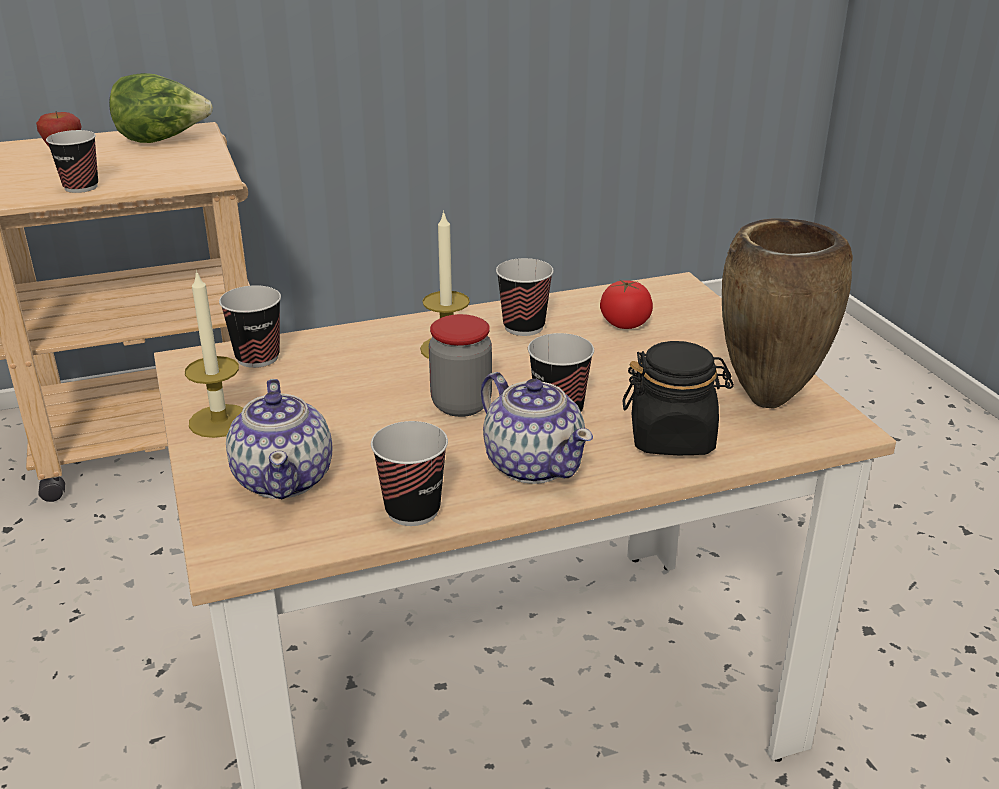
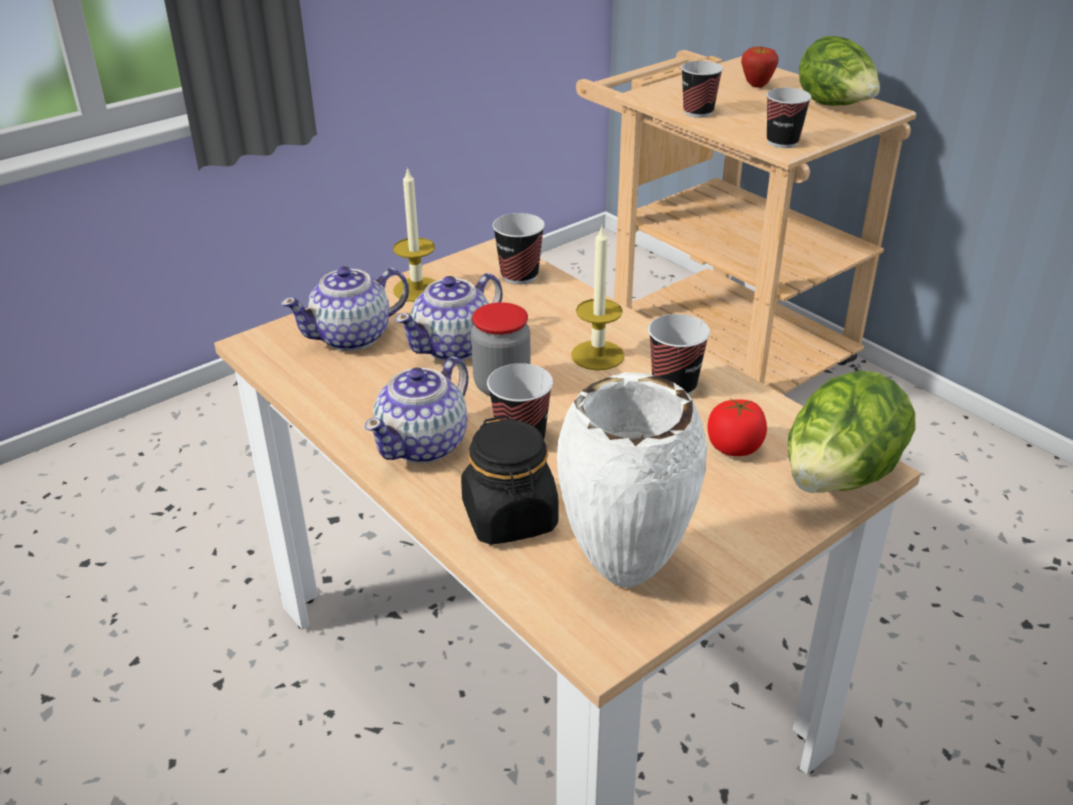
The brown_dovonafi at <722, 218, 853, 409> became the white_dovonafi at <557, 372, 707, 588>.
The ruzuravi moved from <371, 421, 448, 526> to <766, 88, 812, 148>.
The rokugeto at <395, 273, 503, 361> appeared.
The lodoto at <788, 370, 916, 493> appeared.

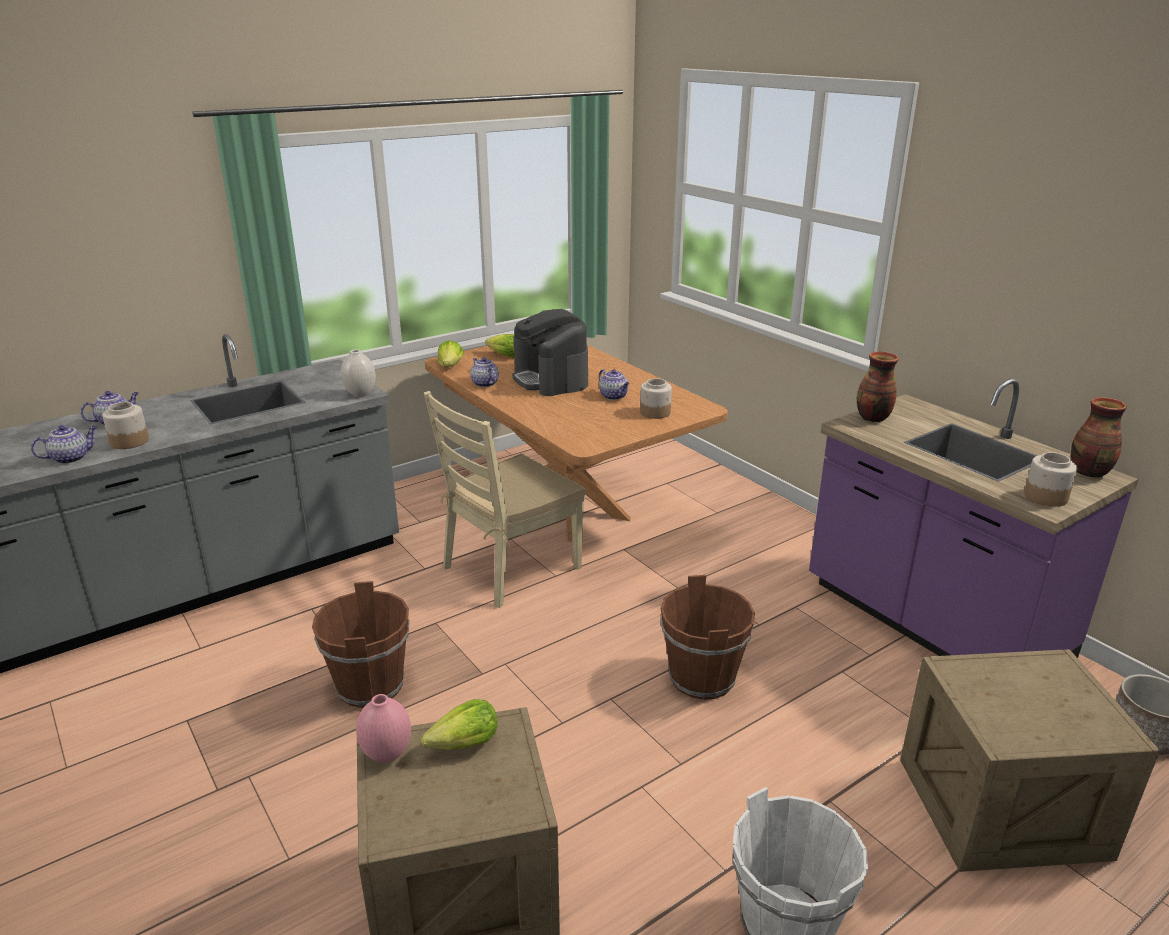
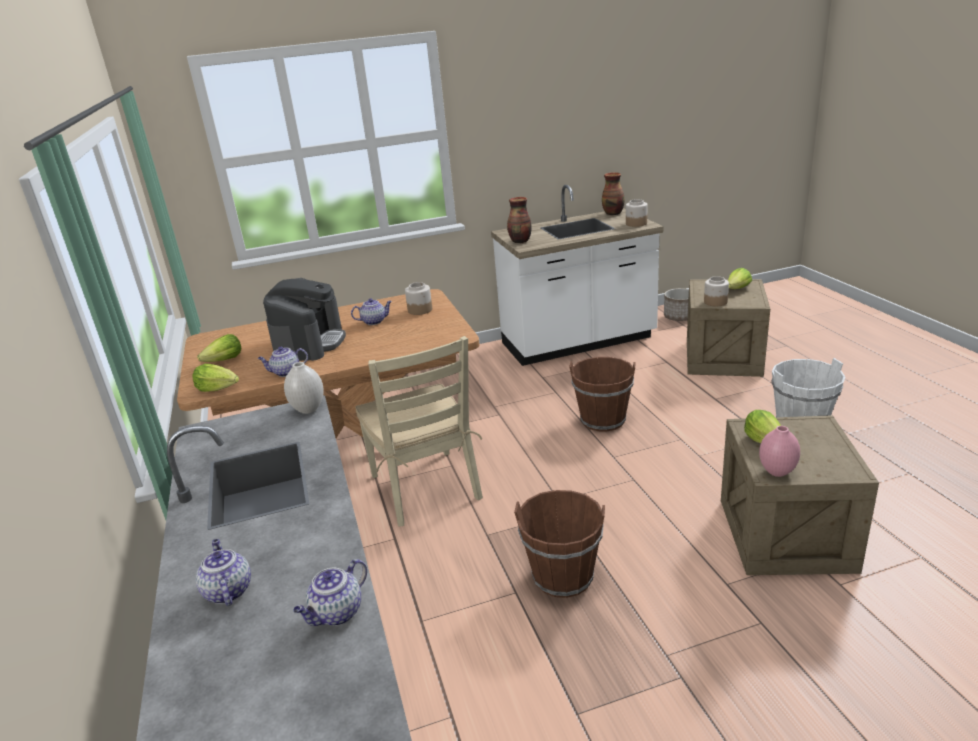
The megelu at <512, 309, 588, 396> turned 75 degrees counterclockwise.
The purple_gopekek at <809, 379, 1139, 658> became the white_gopekek at <491, 185, 663, 366>.
The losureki moved from <102, 402, 149, 449> to <704, 276, 729, 306>.
The rokugeto at <31, 425, 97, 464> turned 120 degrees counterclockwise.
The lodoto at <728, 268, 752, 289> appeared.

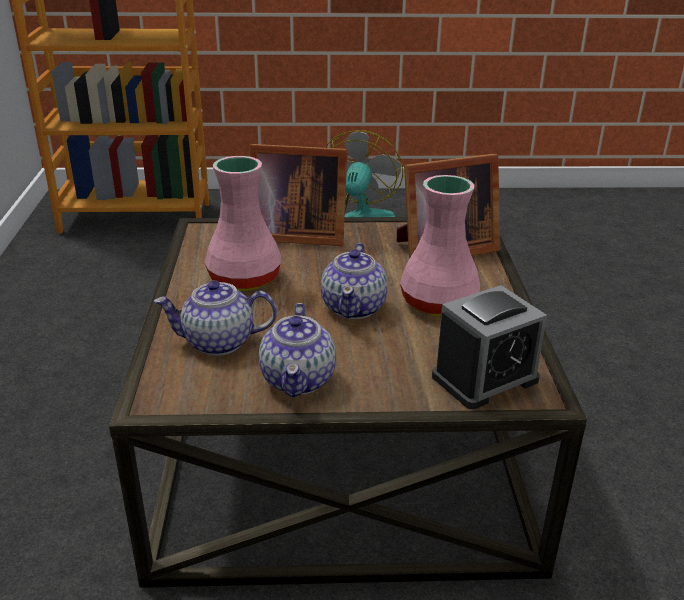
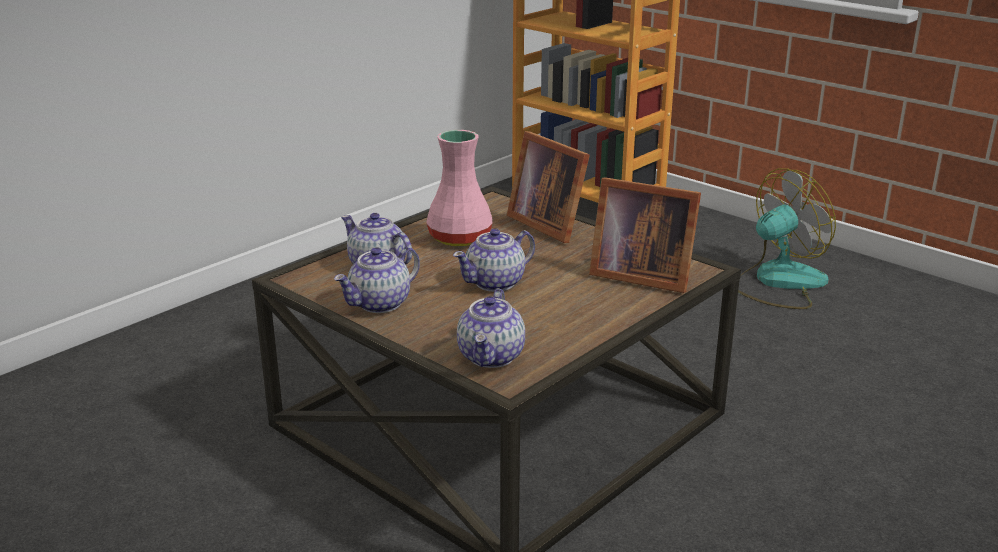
The pink_dovonafi at <400, 175, 480, 317> disappeared.
The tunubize at <432, 285, 547, 409> was replaced by the rokugeto at <457, 289, 525, 368>.

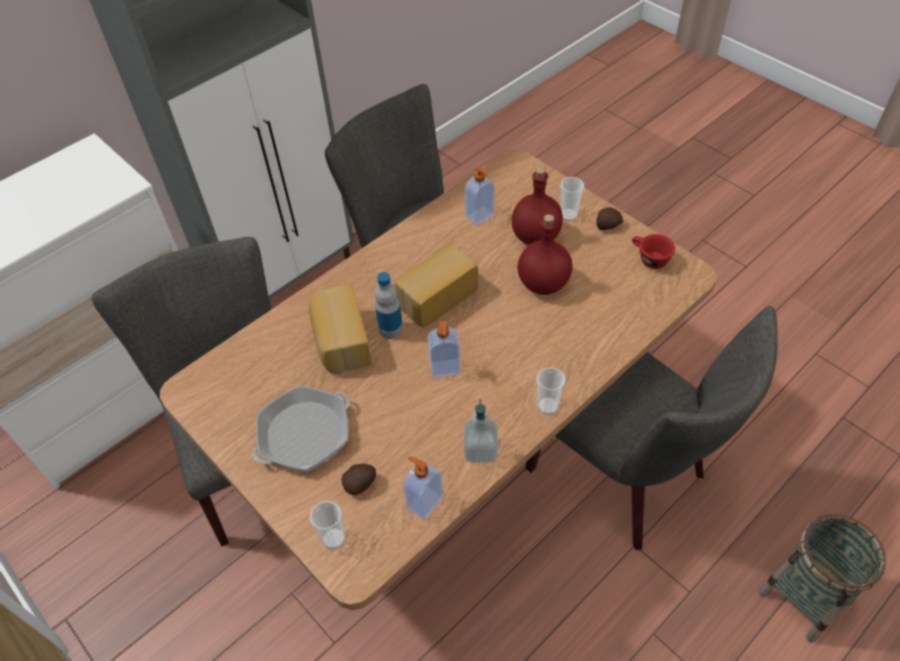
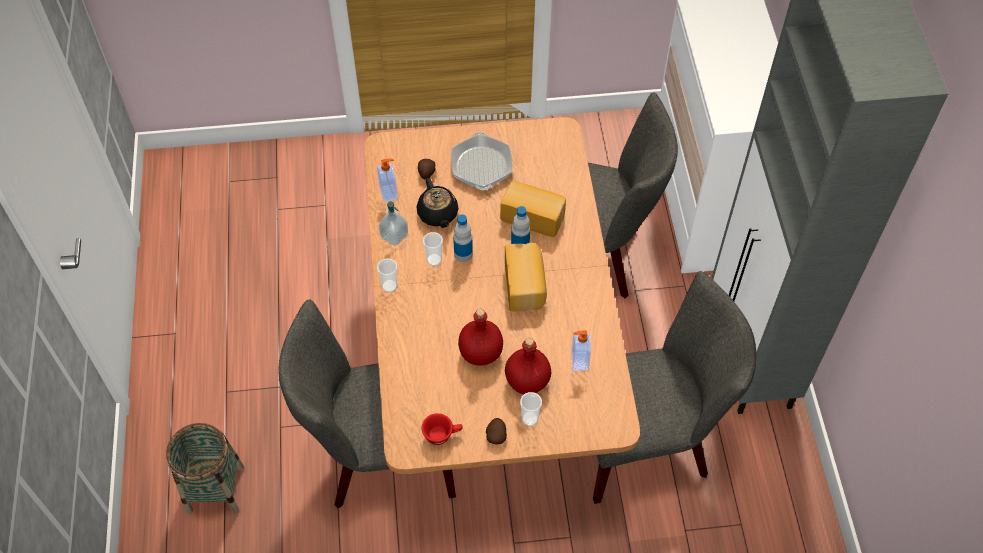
The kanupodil at <428, 320, 461, 378> was replaced by the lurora at <453, 215, 473, 262>.
The ruzuravi moved from <310, 501, 345, 550> to <423, 232, 443, 266>.
The black_rokugeto at <417, 178, 459, 228> appeared.

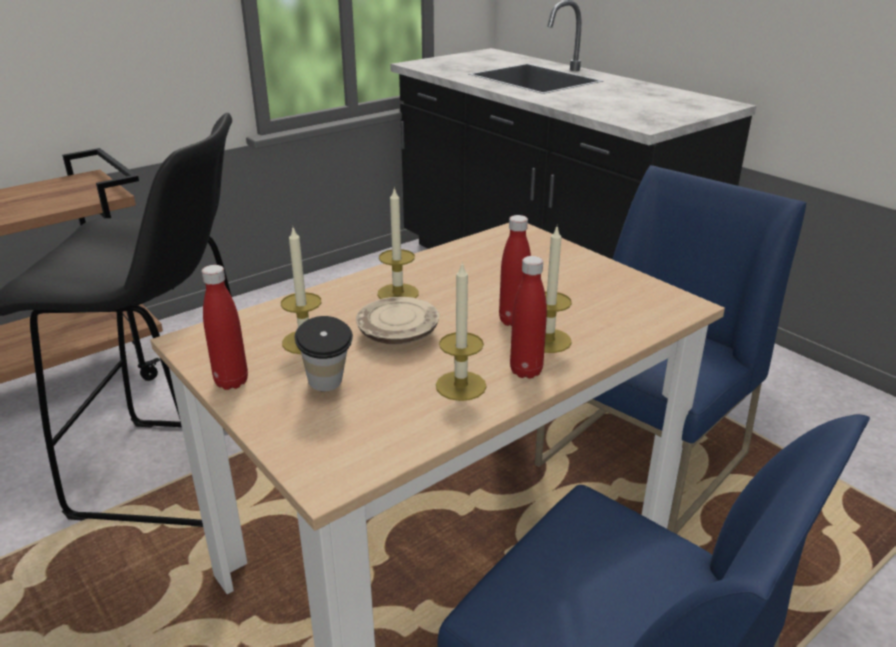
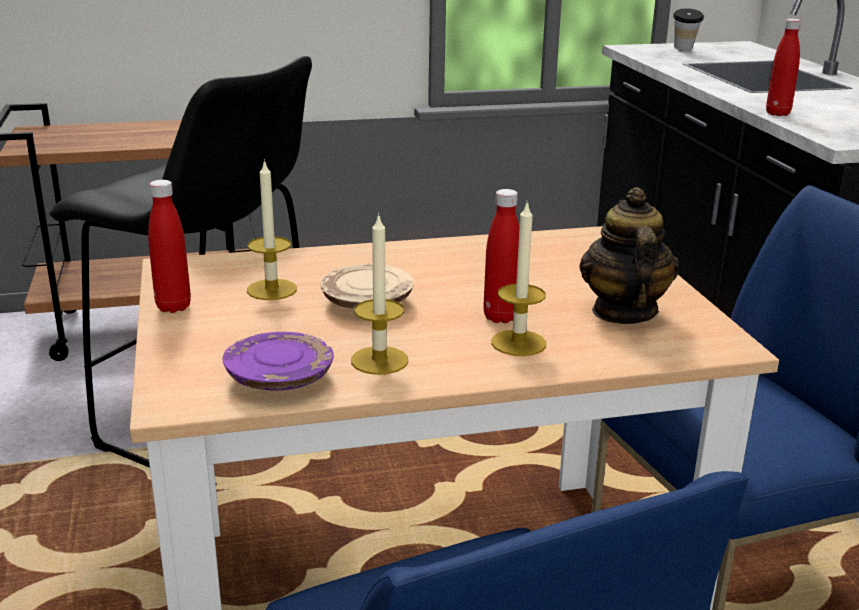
The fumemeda at <378, 187, 419, 299> disappeared.
The red_lurora moved from <510, 256, 547, 379> to <766, 18, 801, 116>.
The ruzuravi moved from <295, 316, 353, 392> to <673, 8, 704, 51>.
The rokugeto at <579, 187, 679, 324> appeared.
The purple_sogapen at <223, 332, 334, 391> appeared.

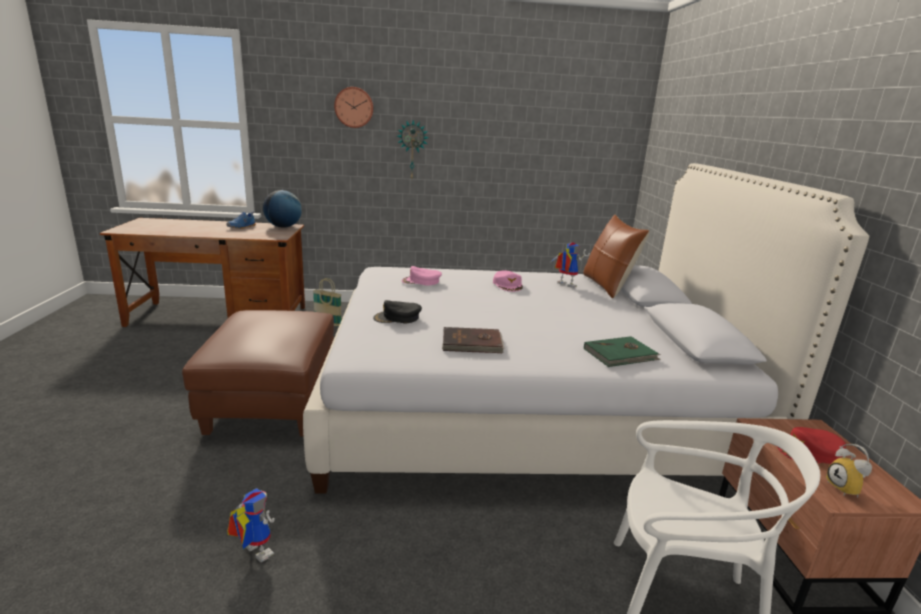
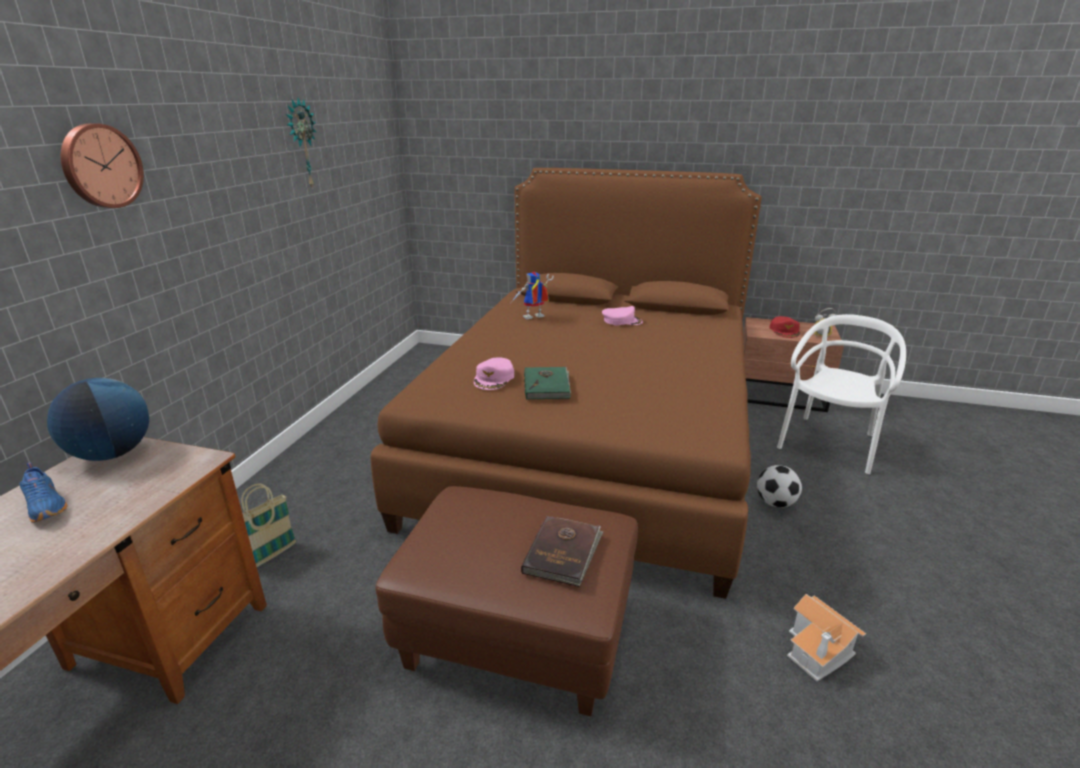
The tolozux moved from <397, 120, 429, 179> to <286, 98, 316, 187>.
The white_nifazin at <303, 163, 869, 494> became the brown_nifazin at <371, 168, 762, 599>.
The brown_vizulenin at <583, 215, 649, 298> disappeared.
The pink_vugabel moved from <493, 271, 523, 292> to <602, 306, 643, 325>.
The black_vugabel at <373, 300, 422, 323> disappeared.
The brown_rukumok moved from <442, 327, 505, 353> to <521, 516, 603, 587>.
The green_rukumok moved from <584, 336, 661, 367> to <524, 367, 571, 400>.
The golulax at <227, 488, 275, 563> was replaced by the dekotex at <787, 594, 866, 681>.
The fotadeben at <757, 465, 802, 508> appeared.

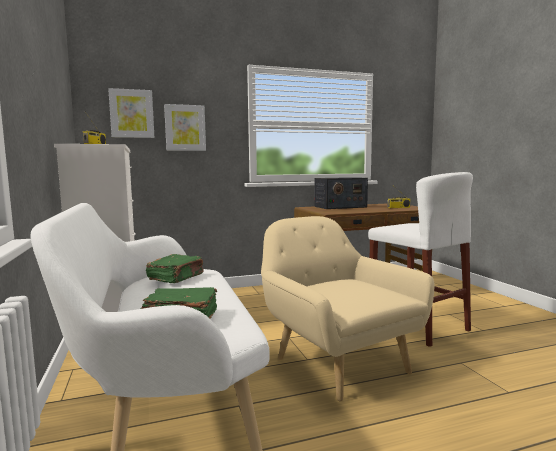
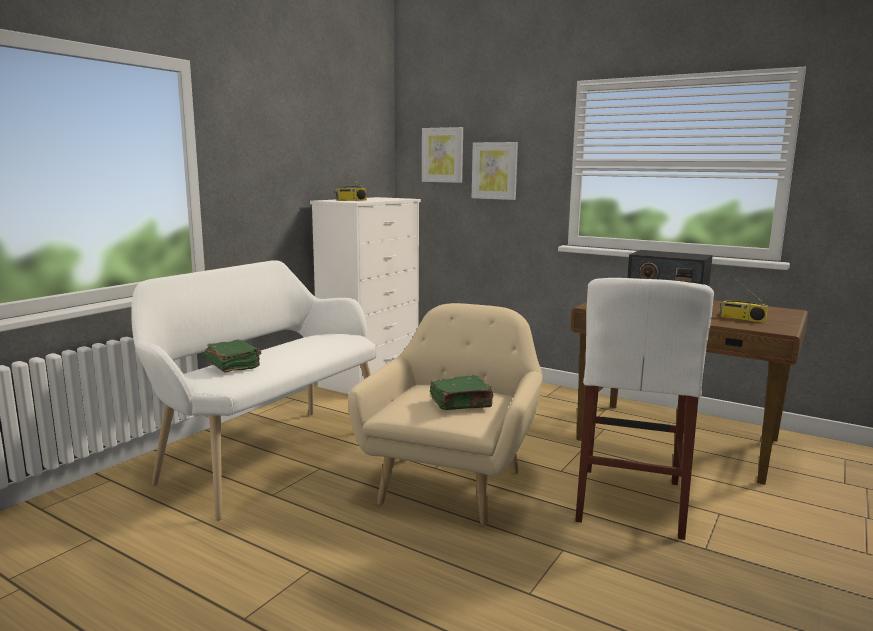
The green_rukumok moved from <146, 254, 204, 283> to <430, 375, 494, 410>.

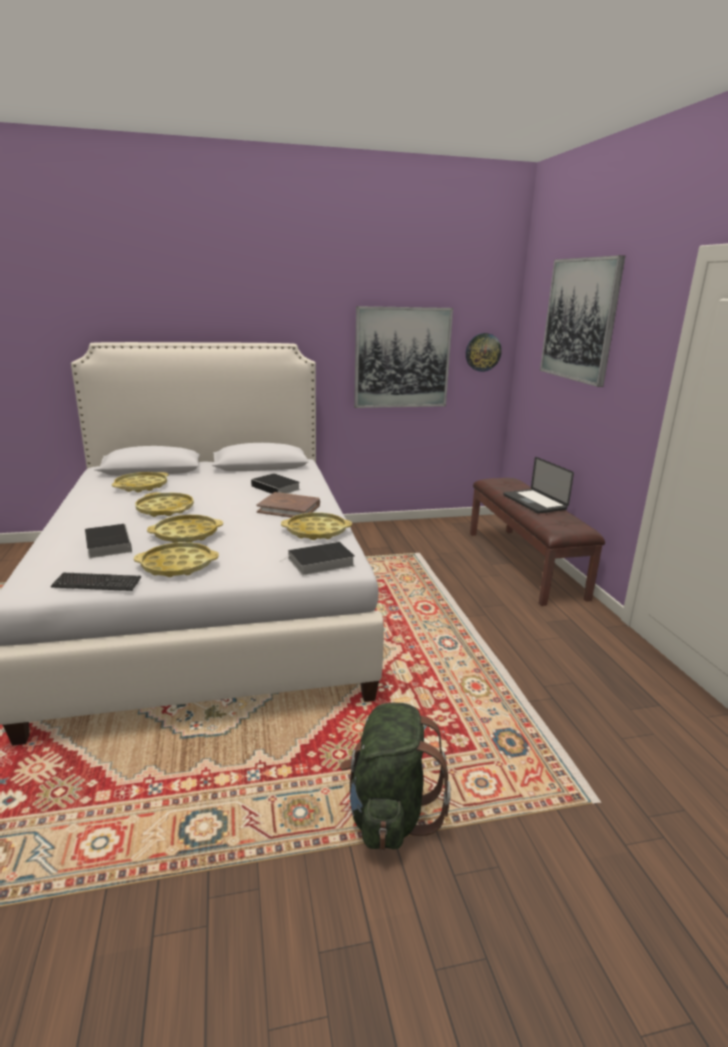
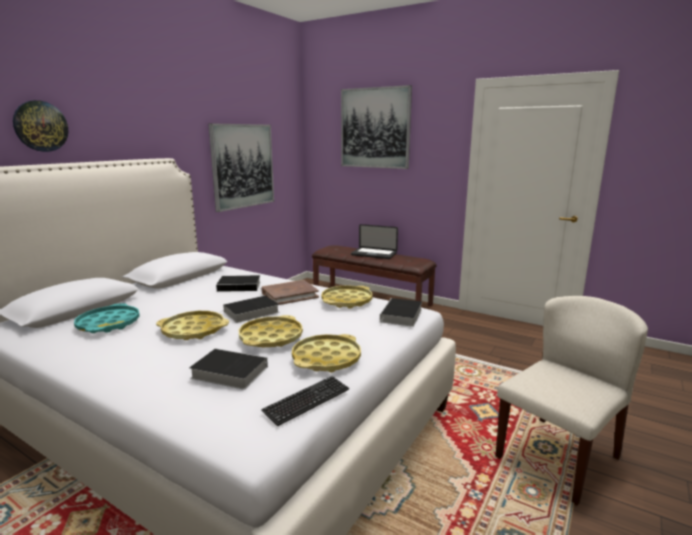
The tolozux moved from <466, 333, 502, 372> to <13, 100, 68, 152>.
The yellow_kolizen at <112, 472, 168, 493> became the turquoise_kolizen at <74, 303, 140, 333>.
The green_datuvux at <340, 703, 451, 850> was replaced by the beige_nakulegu at <496, 296, 648, 506>.
The rukumok at <220, 296, 279, 323> appeared.

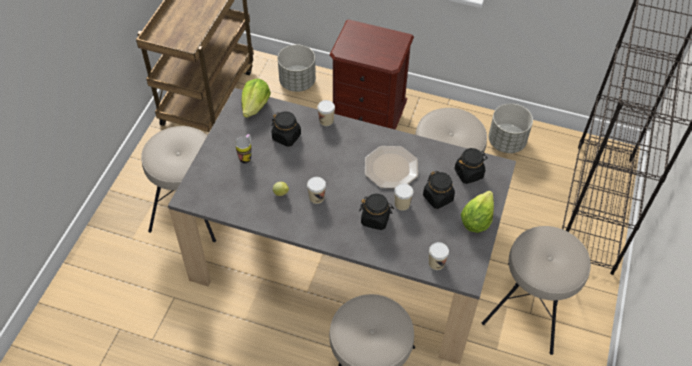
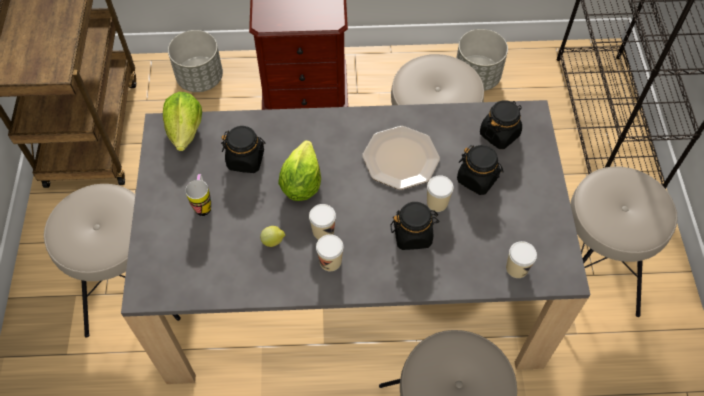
The ruzuravi moved from <317, 100, 335, 126> to <316, 234, 344, 271>.
The lodoto moved from <461, 191, 494, 233> to <278, 140, 321, 201>.

